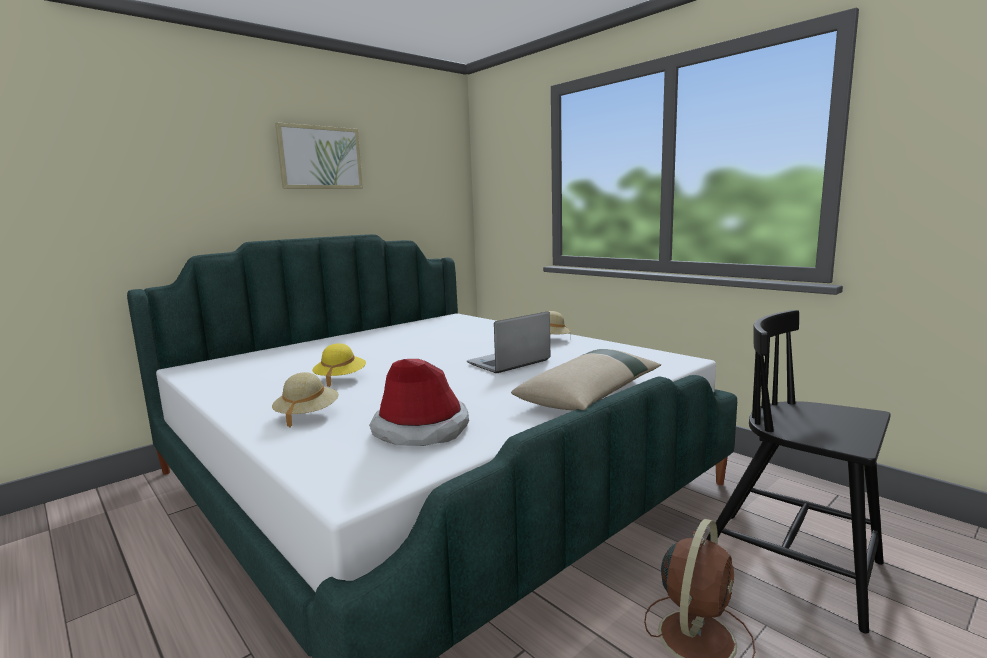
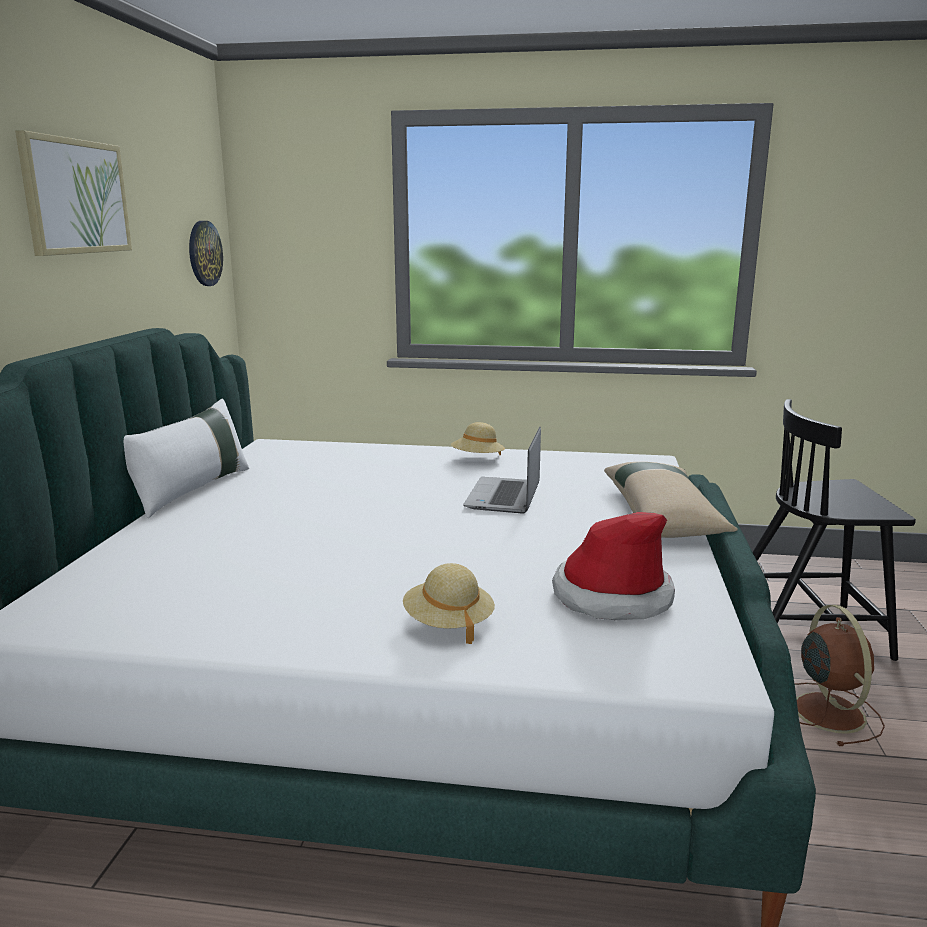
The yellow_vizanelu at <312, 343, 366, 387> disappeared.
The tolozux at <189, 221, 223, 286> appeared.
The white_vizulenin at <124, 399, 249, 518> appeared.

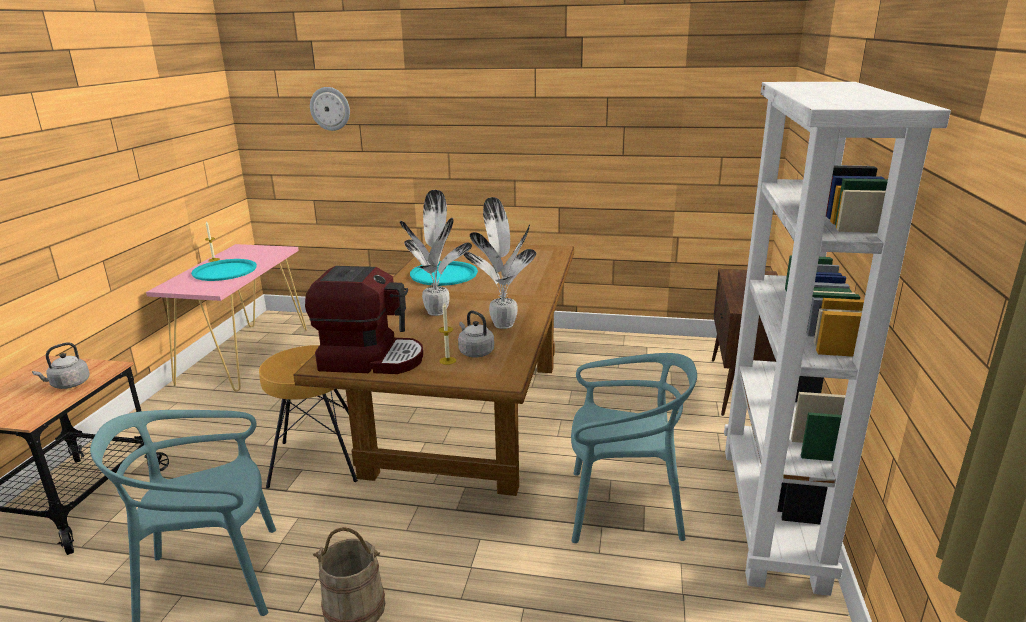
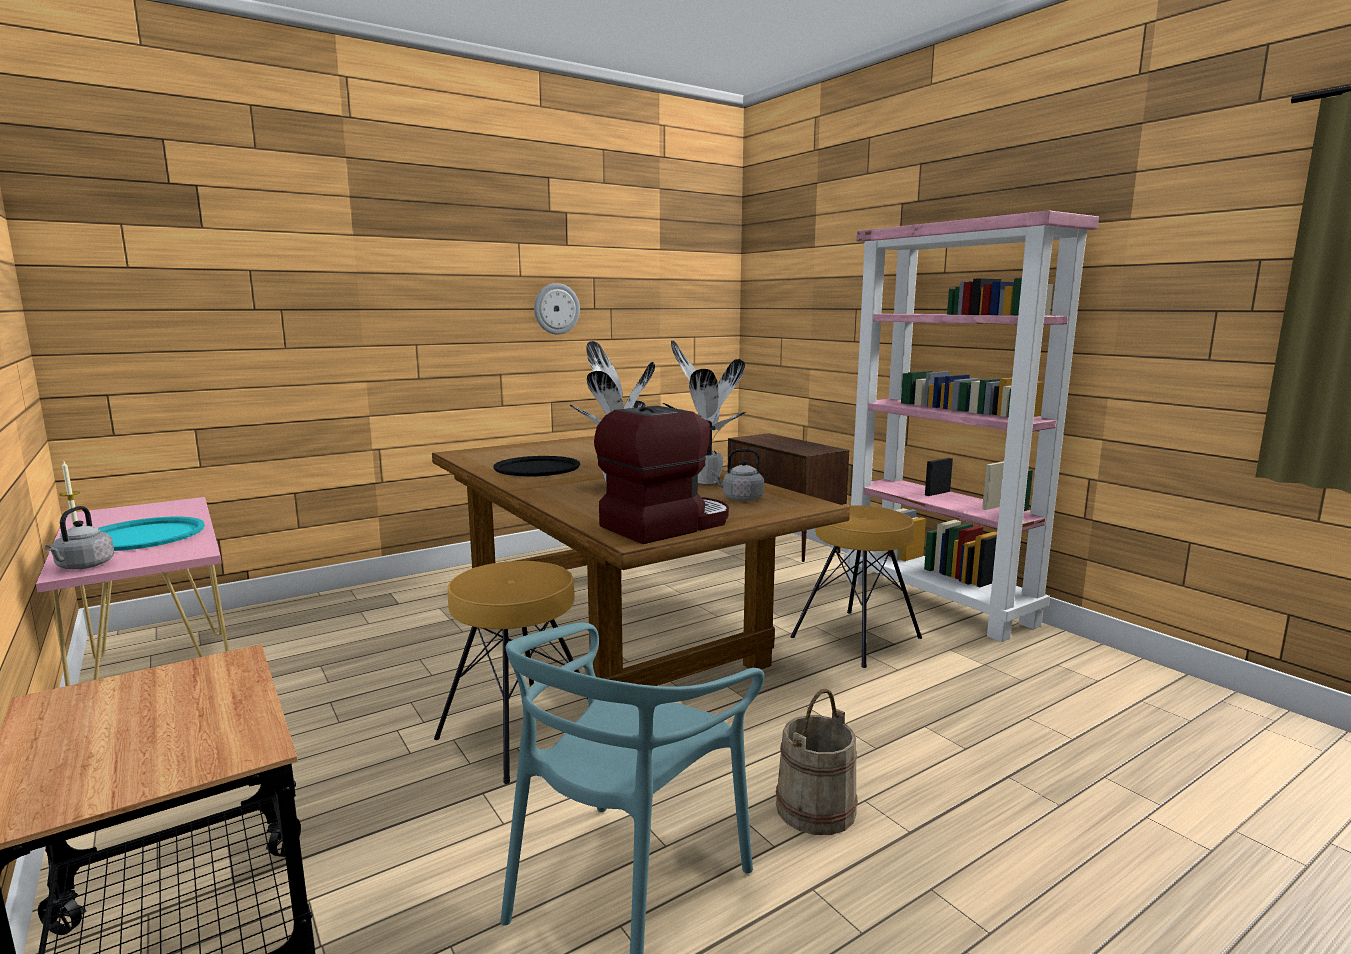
The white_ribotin at <724, 82, 951, 596> became the pink_ribotin at <844, 210, 1099, 642>.
The tolozux moved from <310, 87, 350, 131> to <534, 283, 580, 334>.
The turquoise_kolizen at <410, 261, 478, 286> became the black_kolizen at <493, 456, 580, 476>.
The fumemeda at <439, 303, 456, 365> disappeared.
The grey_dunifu moved from <32, 342, 90, 389> to <45, 506, 114, 569>.
The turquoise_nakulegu at <571, 353, 697, 543> was replaced by the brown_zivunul at <791, 505, 922, 668>.

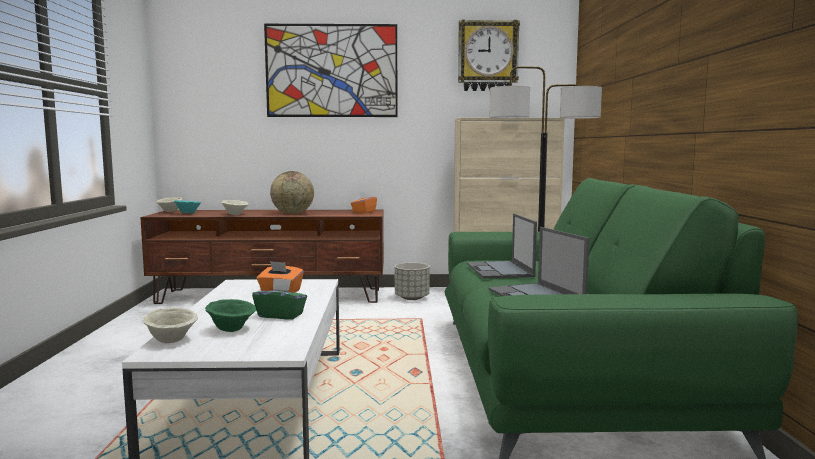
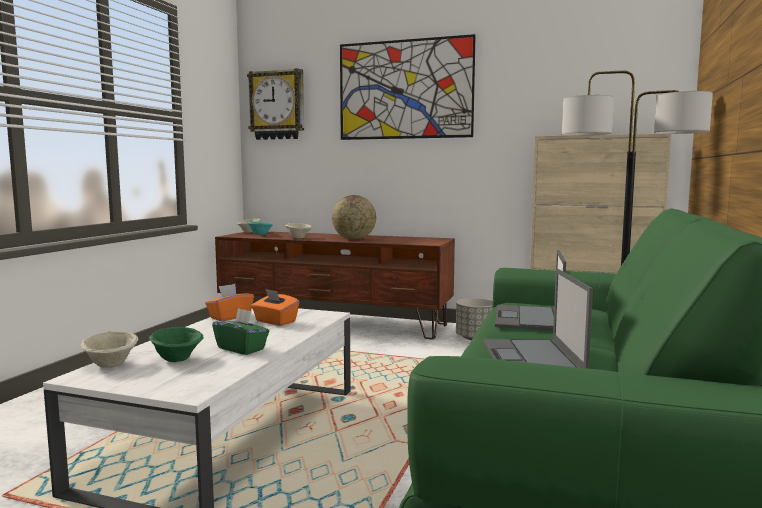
The tolozux moved from <458, 19, 520, 91> to <247, 68, 304, 140>.
The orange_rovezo moved from <351, 191, 377, 214> to <205, 284, 254, 321>.

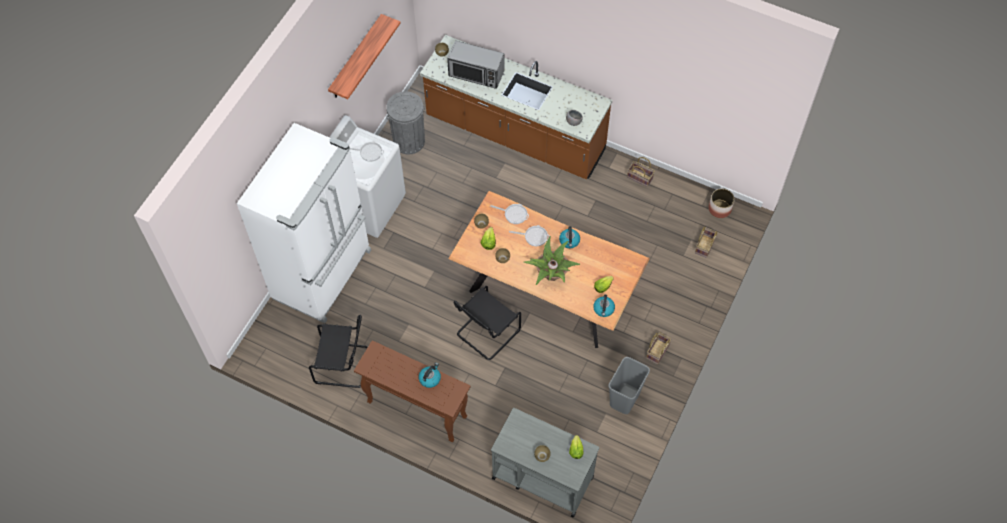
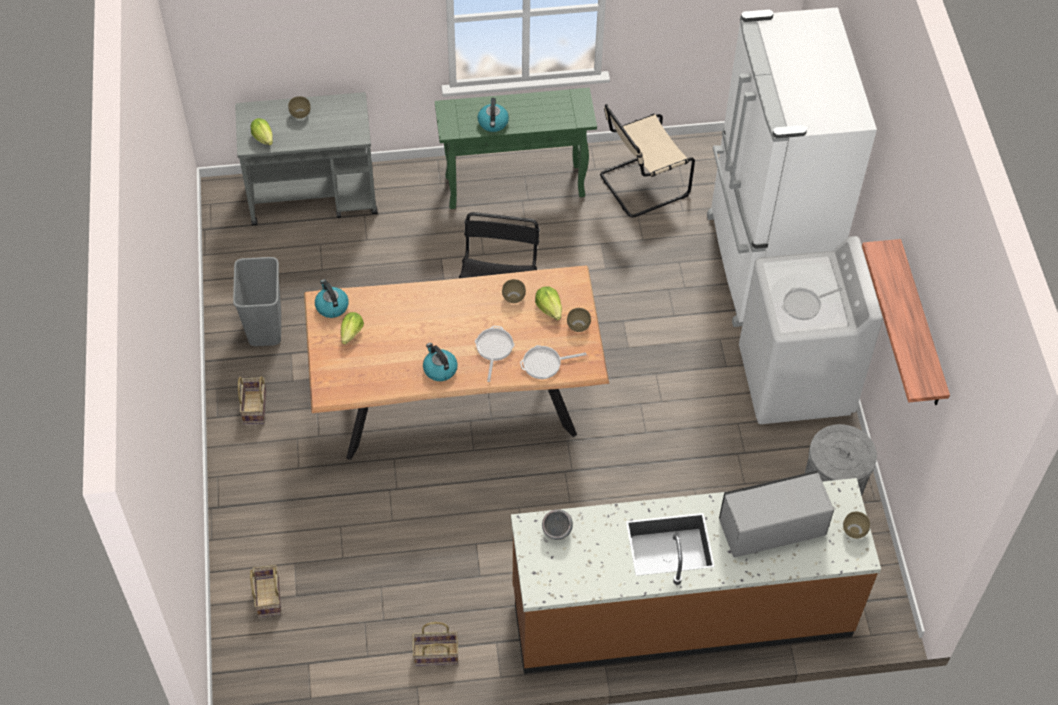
The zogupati at <708, 189, 735, 218> disappeared.
The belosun at <509, 225, 550, 246> turned 120 degrees clockwise.
The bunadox at <523, 236, 580, 285> disappeared.
The black_nakulegu at <309, 315, 368, 388> became the beige_nakulegu at <600, 104, 695, 218>.
The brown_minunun at <354, 340, 471, 442> became the green_minunun at <435, 88, 597, 209>.

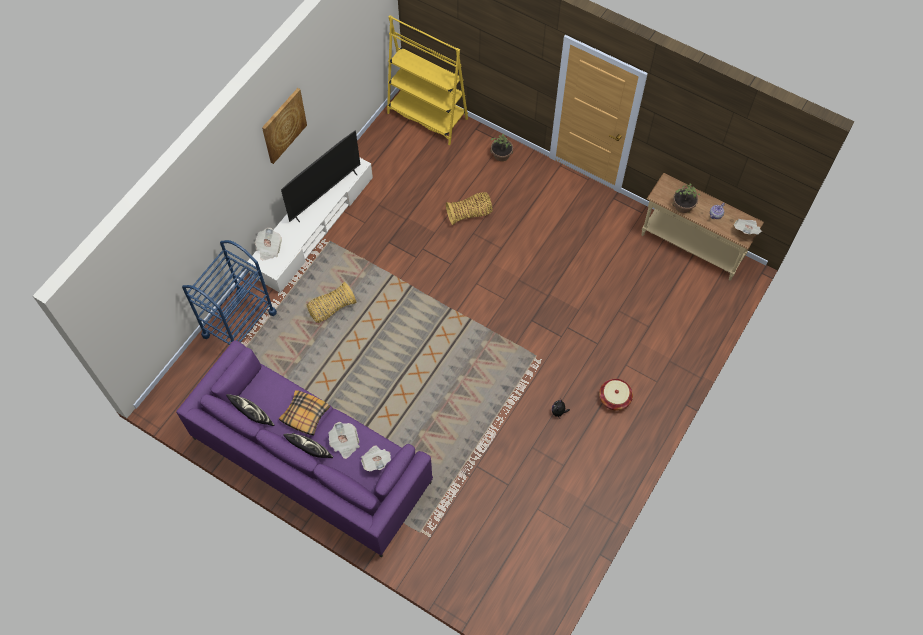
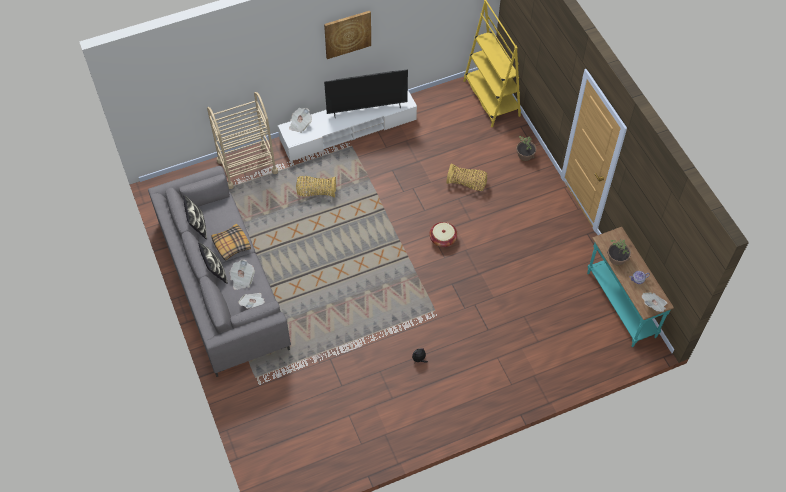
The beige_minunun at <642, 173, 764, 281> became the turquoise_minunun at <587, 227, 674, 347>.
The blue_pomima at <182, 240, 277, 345> became the beige_pomima at <207, 92, 278, 189>.
The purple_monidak at <176, 340, 433, 558> became the grey_monidak at <148, 166, 291, 377>.
The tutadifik moved from <599, 379, 633, 410> to <429, 222, 458, 247>.

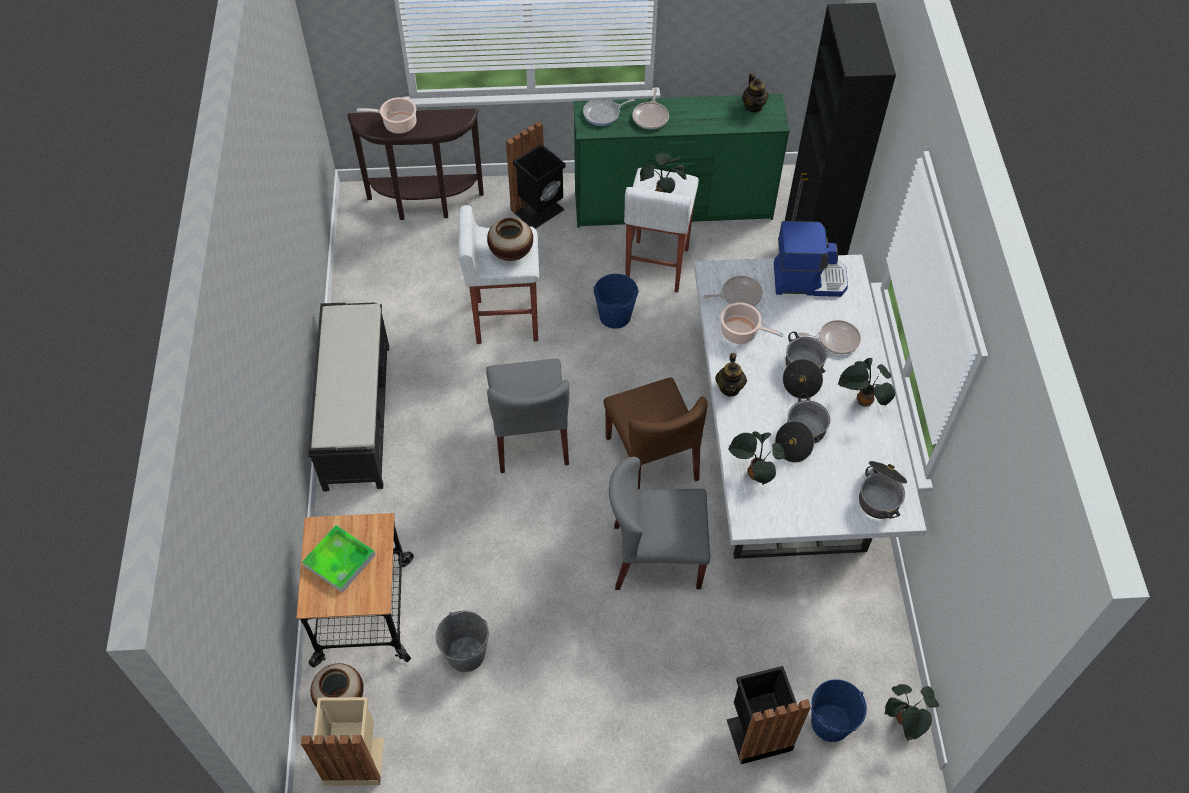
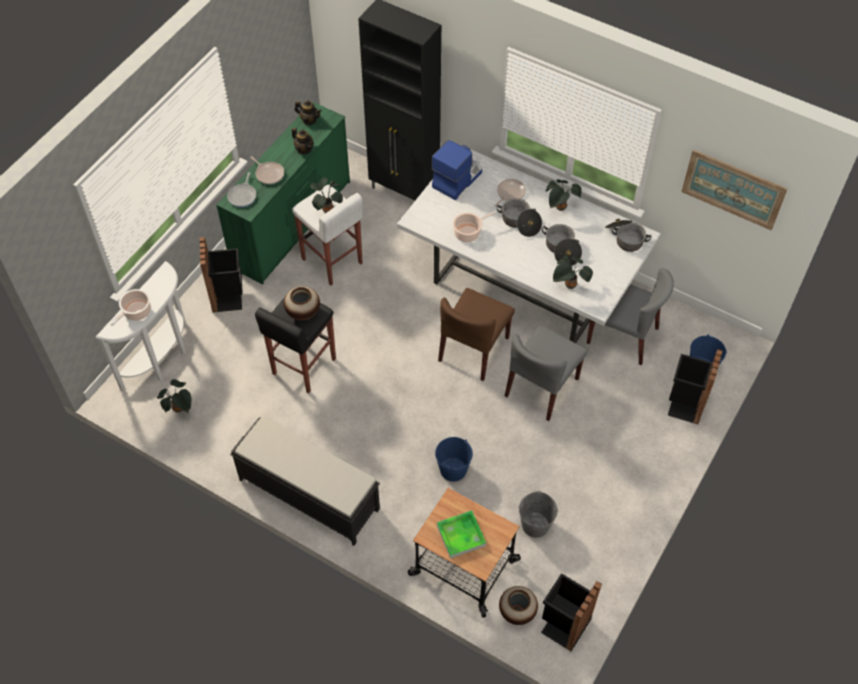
The brown_minunun at <347, 109, 484, 220> became the white_minunun at <96, 261, 186, 391>.
The white_zivunul at <458, 205, 539, 344> became the black_zivunul at <255, 297, 336, 394>.
The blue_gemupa moved from <593, 274, 639, 329> to <435, 437, 473, 482>.
The belosun at <703, 276, 763, 306> disappeared.
The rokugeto moved from <715, 353, 747, 397> to <292, 127, 314, 154>.
The grey_nakulegu moved from <486, 359, 570, 473> to <587, 268, 674, 365>.
The brown_nakulegu at <603, 377, 708, 490> turned 105 degrees clockwise.
The bunadox moved from <885, 684, 939, 742> to <157, 379, 192, 413>.
The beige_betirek at <301, 697, 384, 786> became the black_betirek at <541, 573, 602, 651>.
The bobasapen at <681, 150, 787, 230> appeared.

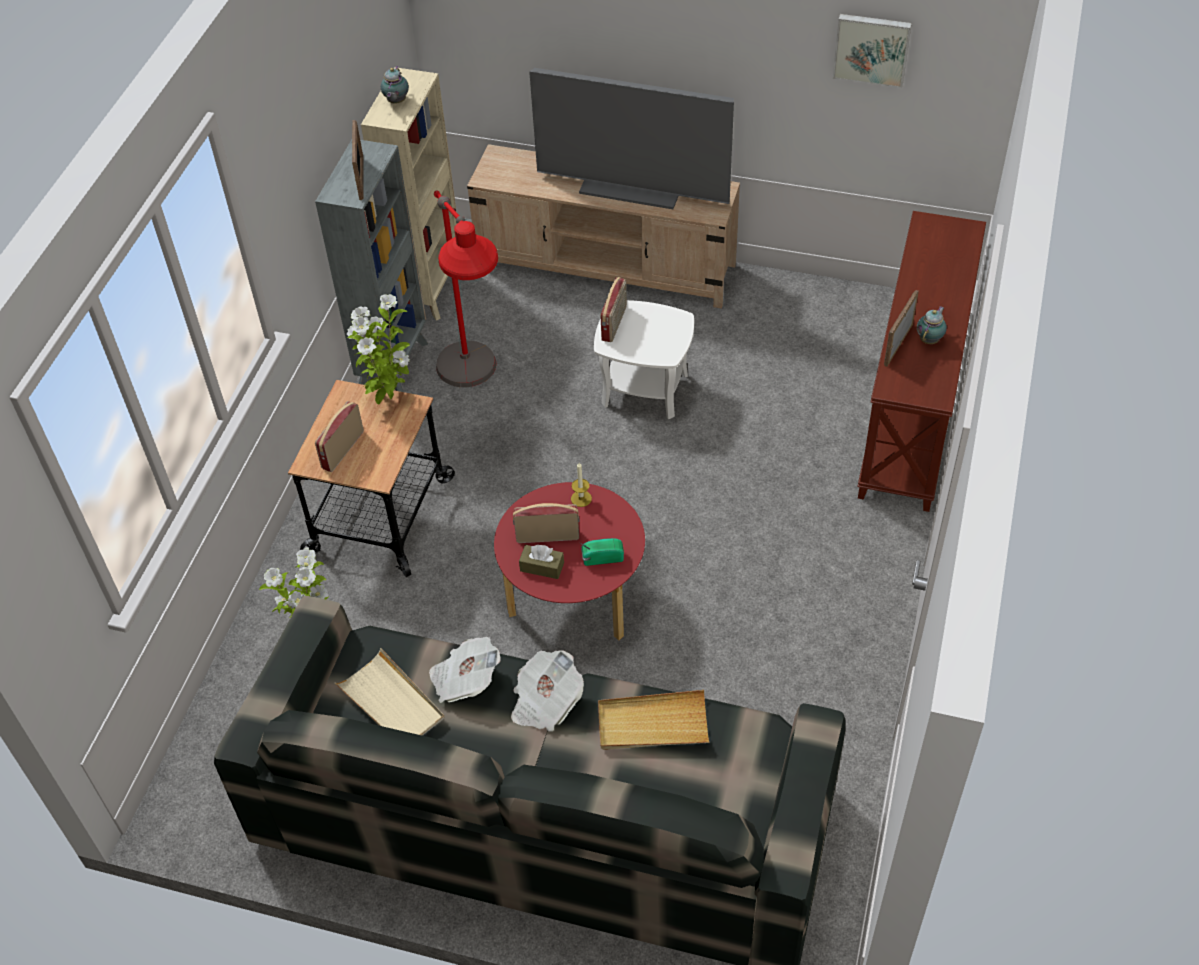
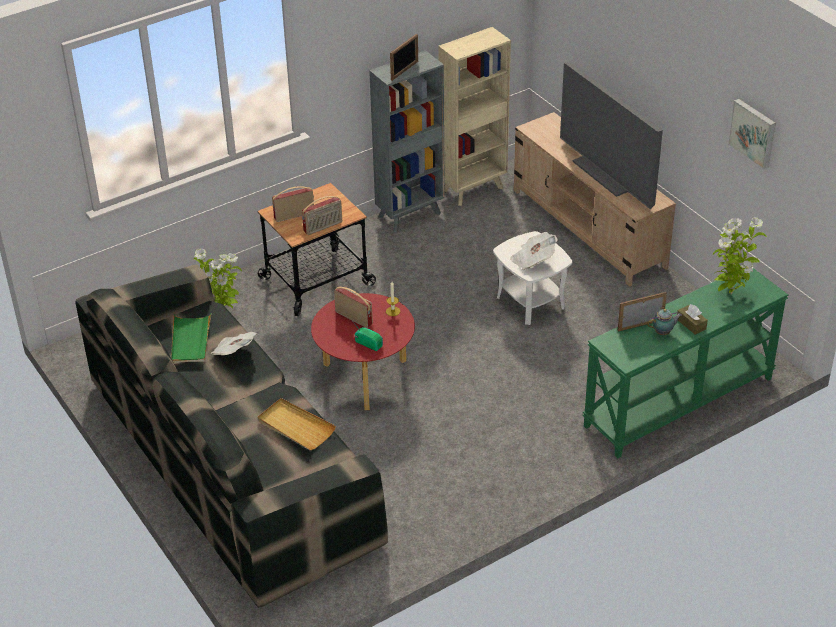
The rokugeto at <381, 66, 409, 104> disappeared.
The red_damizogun at <434, 190, 498, 387> disappeared.
The brown_minunun at <857, 211, 986, 512> became the green_minunun at <583, 268, 788, 458>.
The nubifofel moved from <601, 277, 627, 342> to <302, 196, 342, 235>.
The bunadox moved from <347, 294, 410, 405> to <713, 217, 767, 294>.
The brown_rovezo moved from <519, 545, 564, 579> to <677, 304, 708, 335>.
The beige_kolizen at <335, 648, 445, 736> became the green_kolizen at <171, 314, 211, 363>.
The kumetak moved from <511, 650, 584, 732> to <510, 232, 558, 270>.

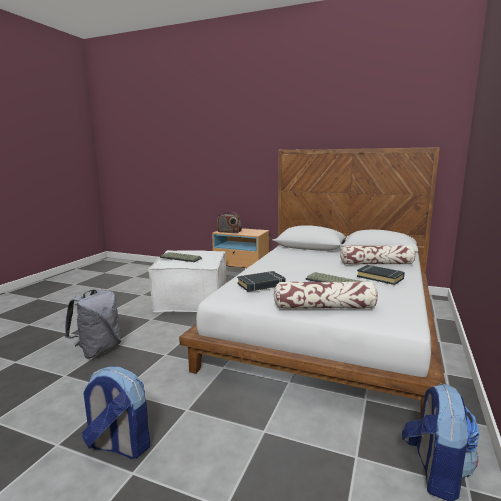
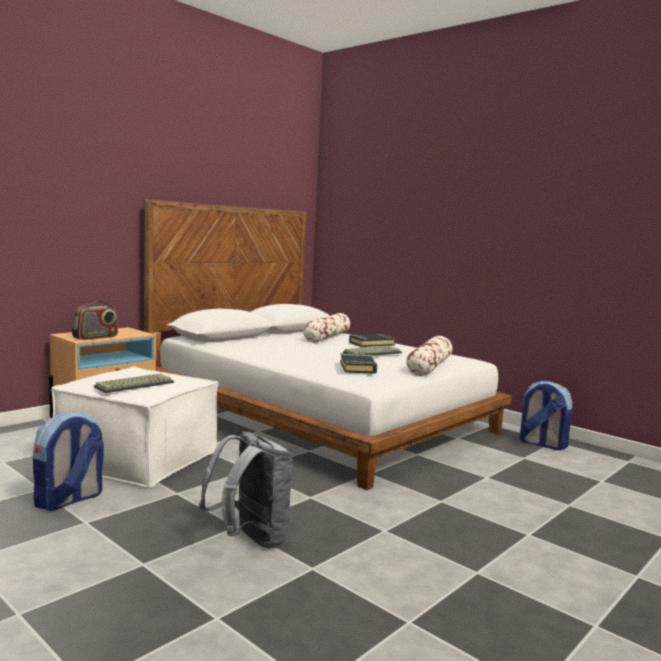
The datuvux moved from <81, 366, 150, 459> to <33, 412, 104, 511>.

